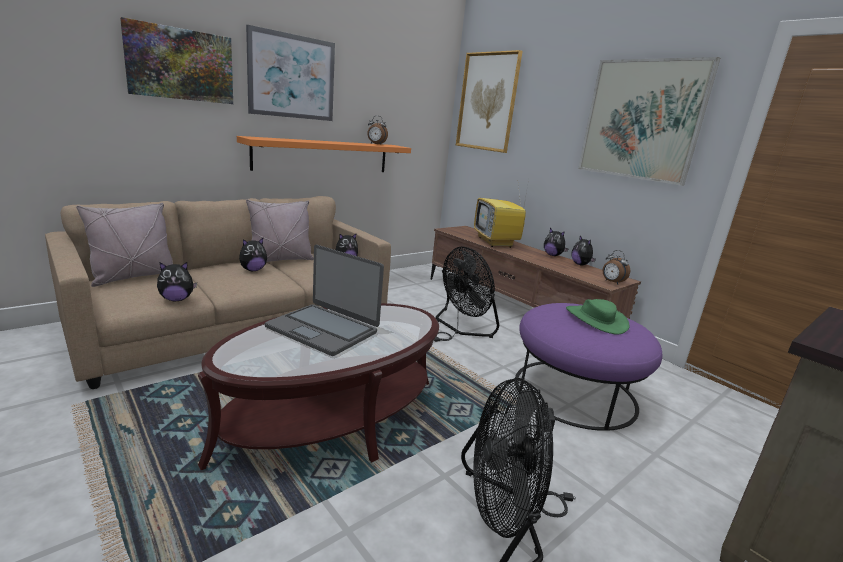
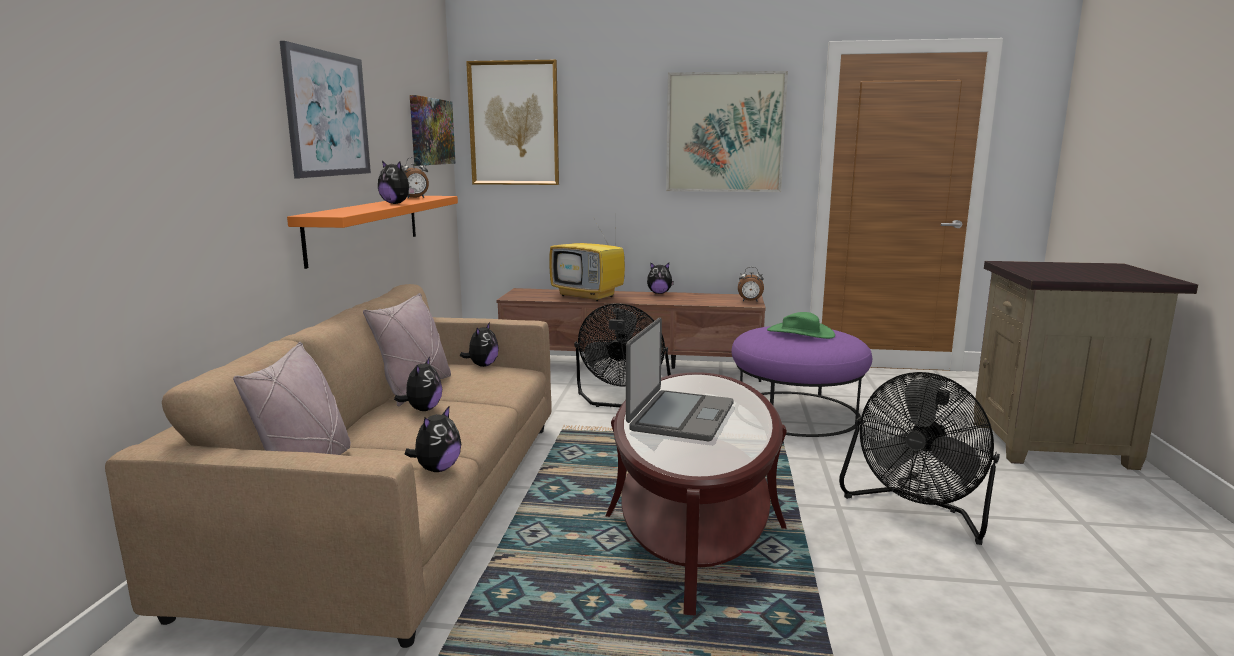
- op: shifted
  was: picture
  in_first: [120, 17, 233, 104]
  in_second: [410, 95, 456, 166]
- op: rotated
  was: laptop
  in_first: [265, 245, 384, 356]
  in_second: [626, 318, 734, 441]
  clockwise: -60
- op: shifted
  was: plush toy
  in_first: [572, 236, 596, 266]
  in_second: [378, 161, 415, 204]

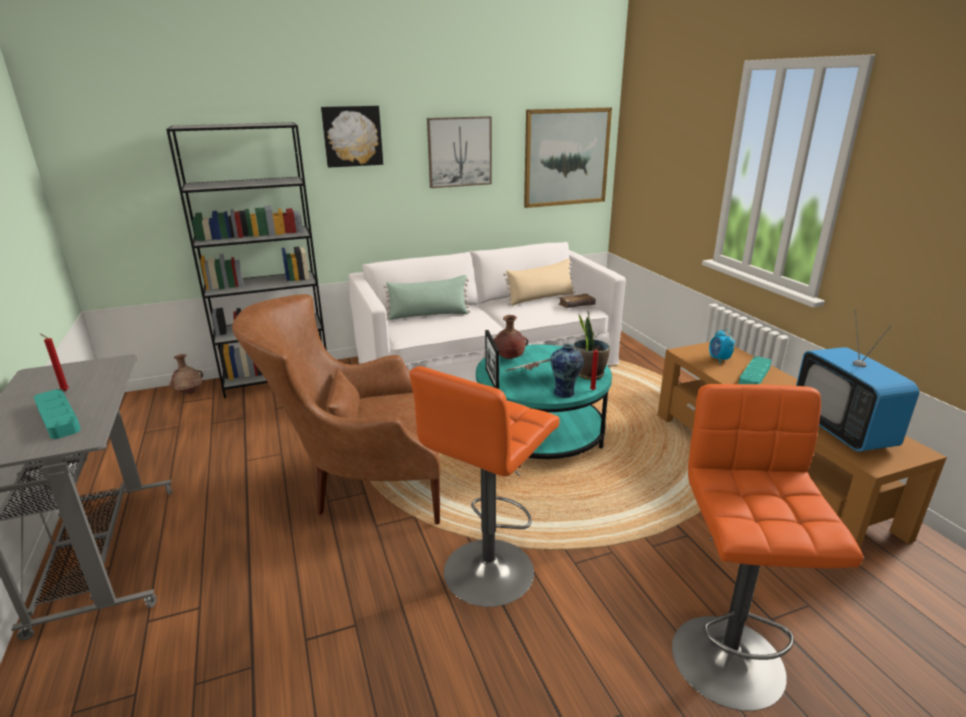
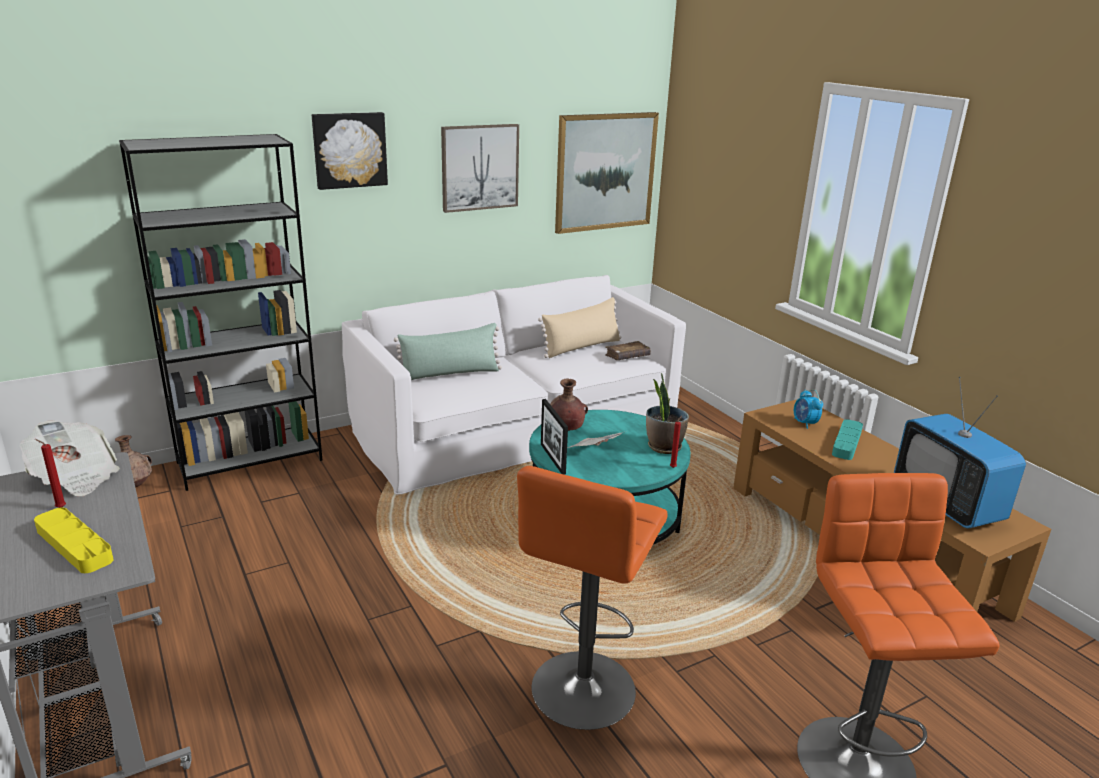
- op: repainted
  was: turquoise tray
  now: yellow tray
  in_first: [34, 389, 81, 439]
  in_second: [34, 507, 114, 573]
- op: gone
  was: brown armchair
  in_first: [232, 294, 440, 525]
- op: gone
  was: vase
  in_first: [550, 344, 584, 398]
- op: new
  now: newspaper
  in_second: [20, 420, 120, 496]

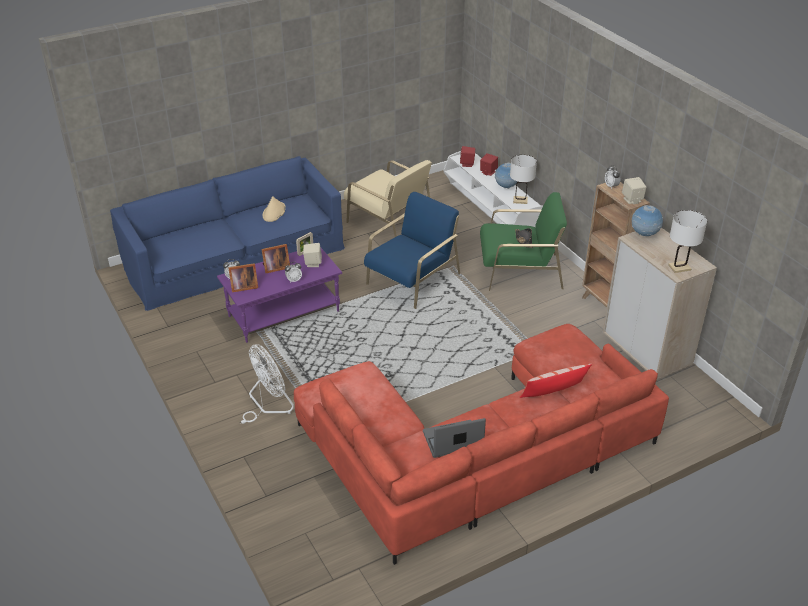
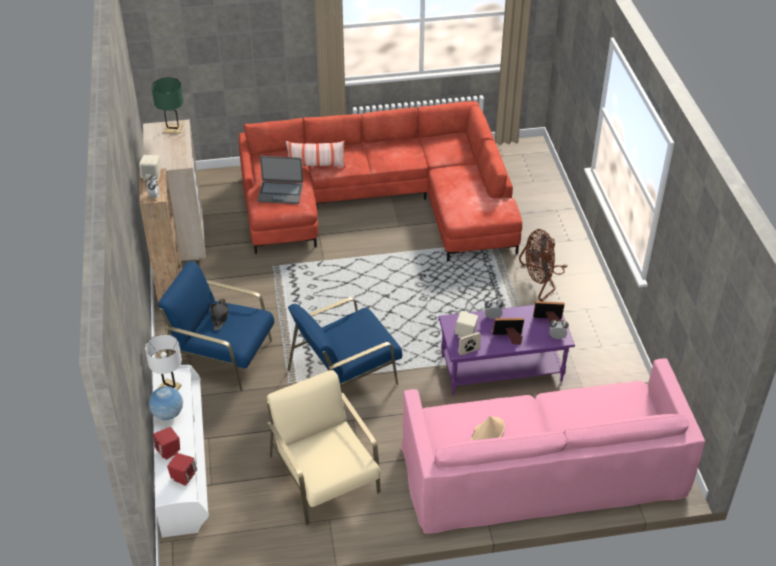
- op: repainted
  was: blue sofa
  now: pink sofa
  in_first: [110, 156, 345, 311]
  in_second: [401, 359, 705, 533]
- op: repainted
  was: white fan
  now: brown fan
  in_first: [241, 344, 294, 424]
  in_second: [519, 229, 568, 301]
- op: shifted
  was: laptop
  in_first: [423, 418, 486, 458]
  in_second: [257, 156, 303, 204]
- op: repainted
  was: green armchair
  now: blue armchair
  in_first: [480, 192, 567, 291]
  in_second: [158, 261, 274, 391]
- op: gone
  was: globe
  in_first: [632, 205, 663, 236]
- op: repainted
  was: white table lamp
  now: green table lamp
  in_first: [668, 210, 707, 273]
  in_second: [152, 78, 184, 134]

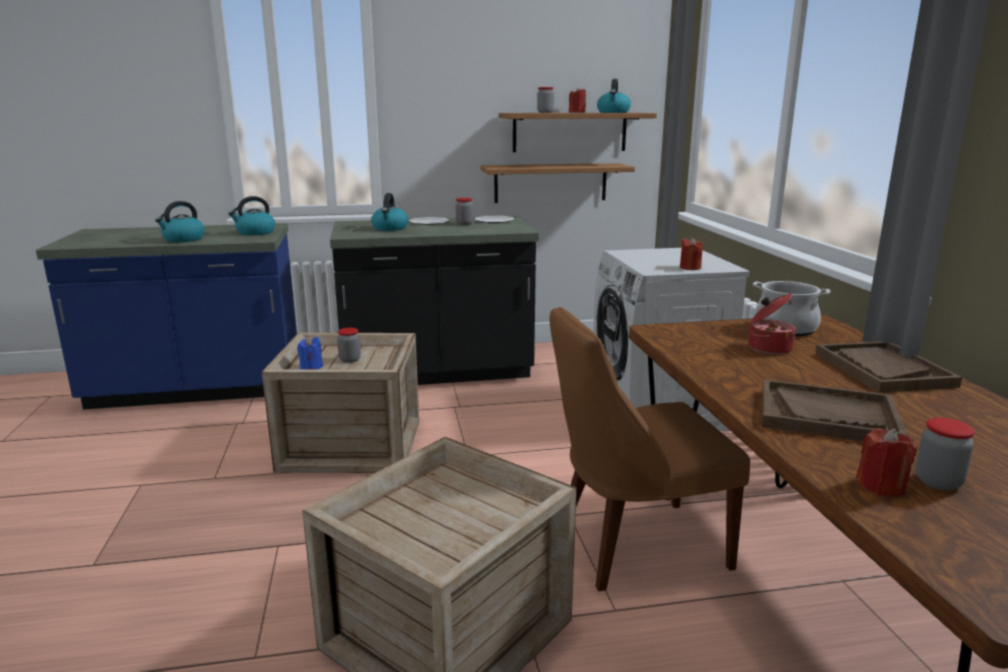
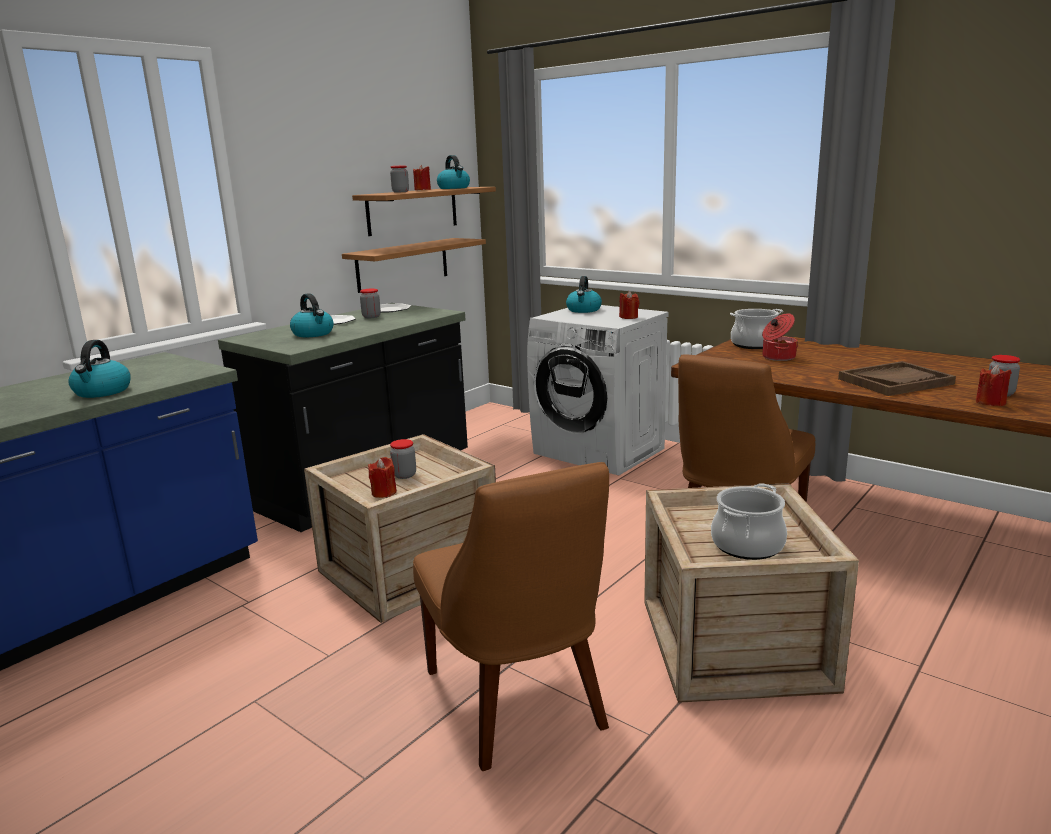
- op: shifted
  was: kettle
  in_first: [228, 196, 275, 235]
  in_second: [566, 276, 602, 313]
- op: repainted
  was: blue candle
  now: red candle
  in_first: [297, 336, 323, 369]
  in_second: [368, 457, 397, 498]
- op: gone
  was: brown tray
  in_first: [815, 341, 962, 393]
- op: new
  now: brown chair
  in_second: [413, 462, 609, 771]
- op: new
  now: cooking pot
  in_second: [711, 483, 787, 560]

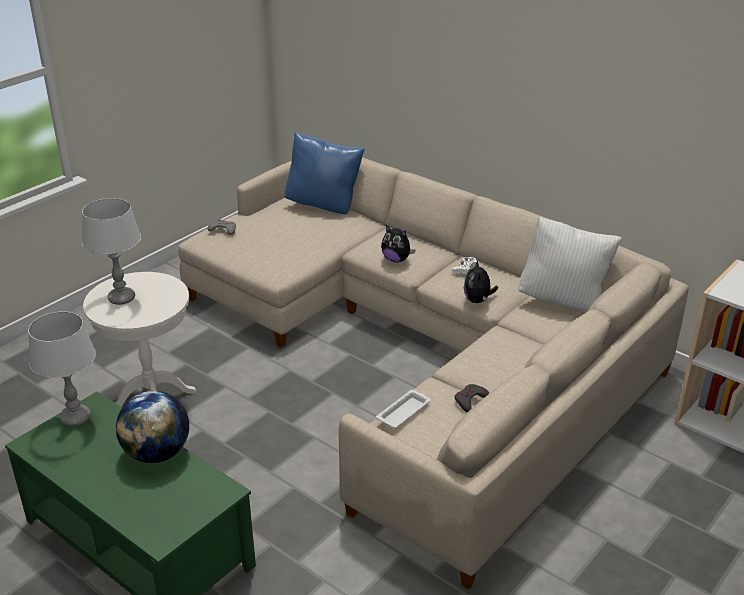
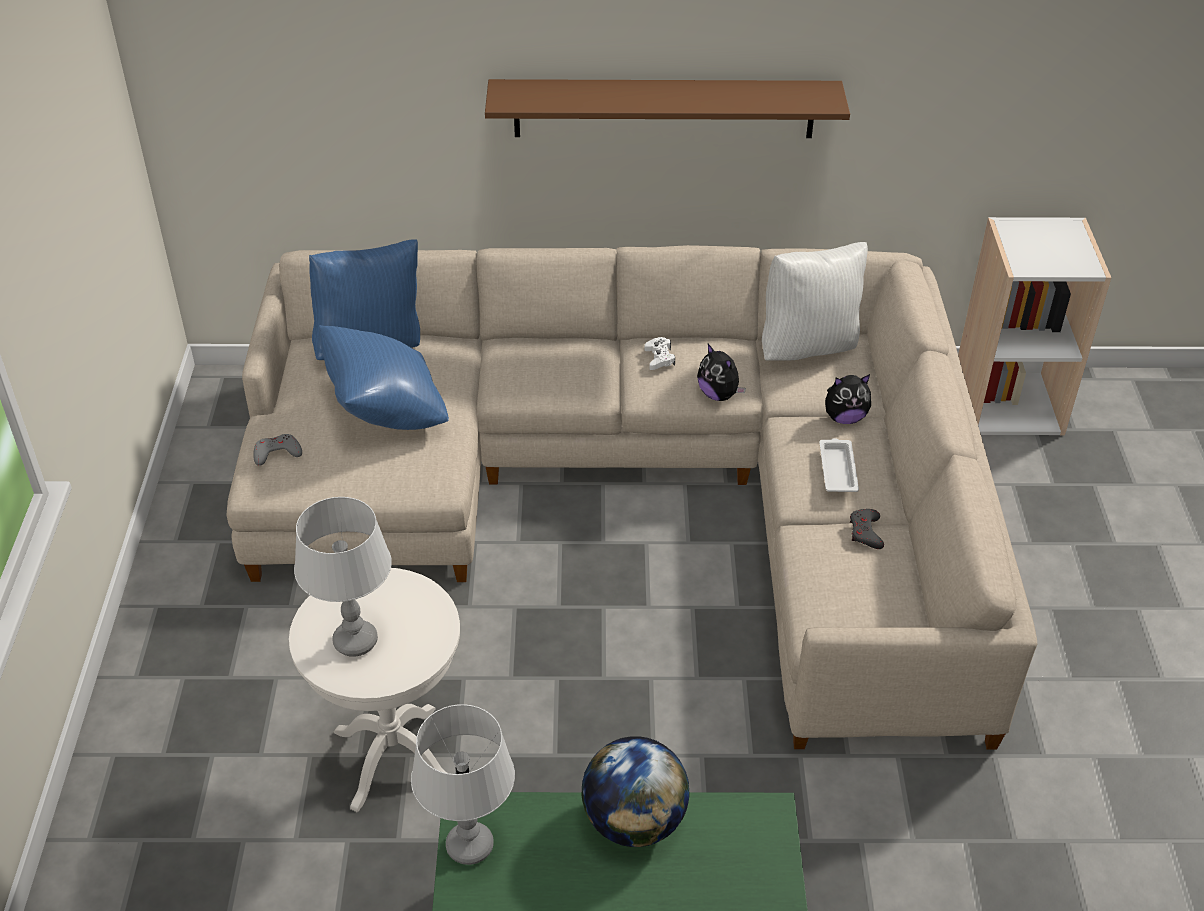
- op: shifted
  was: white tray
  in_first: [376, 390, 431, 428]
  in_second: [819, 438, 859, 492]
- op: shifted
  was: plush toy
  in_first: [381, 225, 416, 262]
  in_second: [825, 374, 871, 424]
- op: new
  now: blue pillow
  in_second: [319, 325, 449, 430]
- op: new
  now: brown shelf
  in_second: [485, 79, 850, 138]

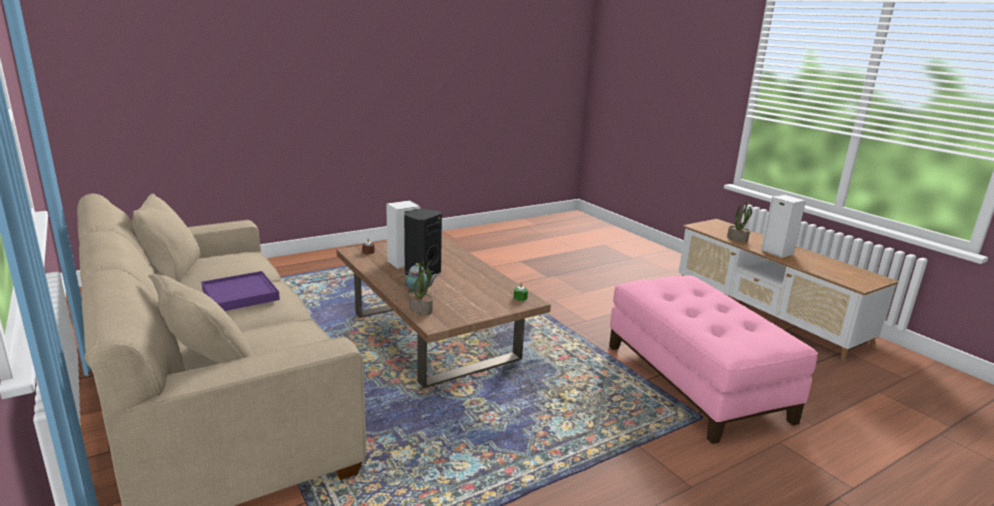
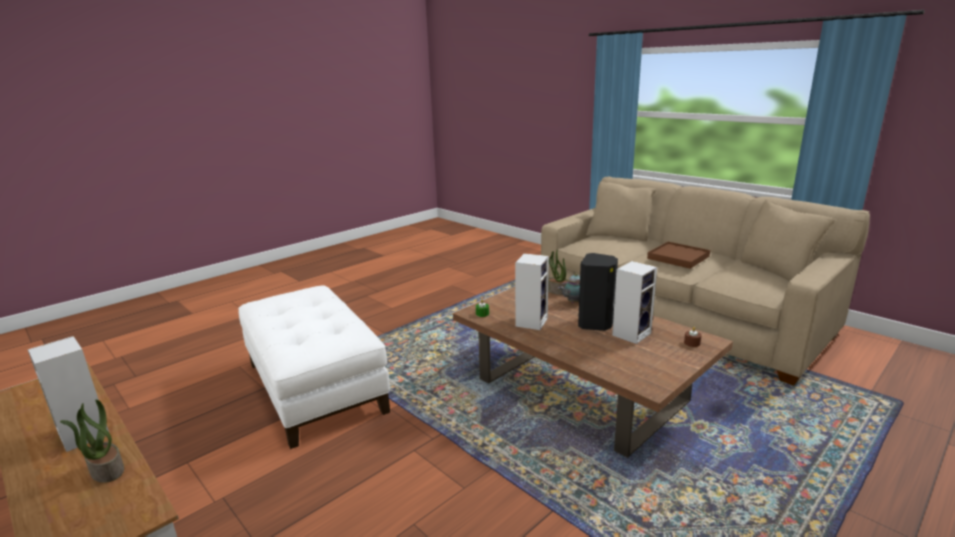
- op: repainted
  was: purple tray
  now: brown tray
  in_first: [201, 271, 280, 311]
  in_second: [647, 242, 710, 269]
- op: repainted
  was: pink ottoman
  now: white ottoman
  in_first: [609, 275, 818, 444]
  in_second: [238, 285, 390, 449]
- op: new
  now: speaker
  in_second: [515, 253, 549, 330]

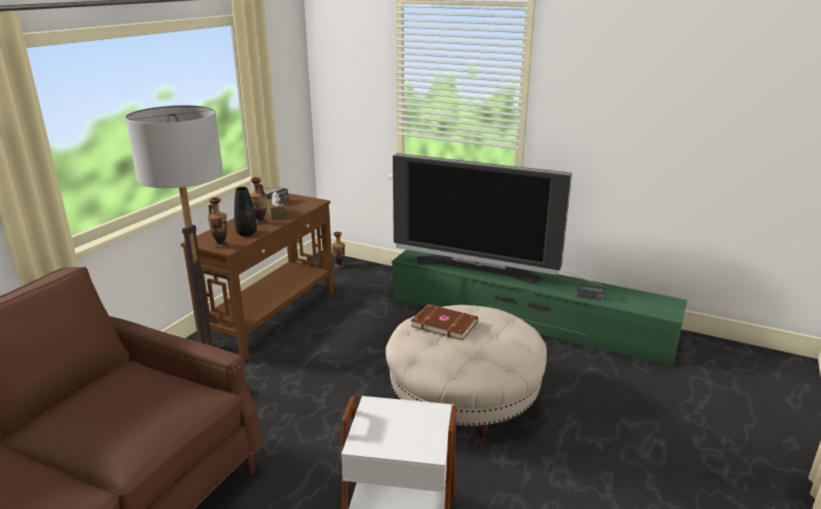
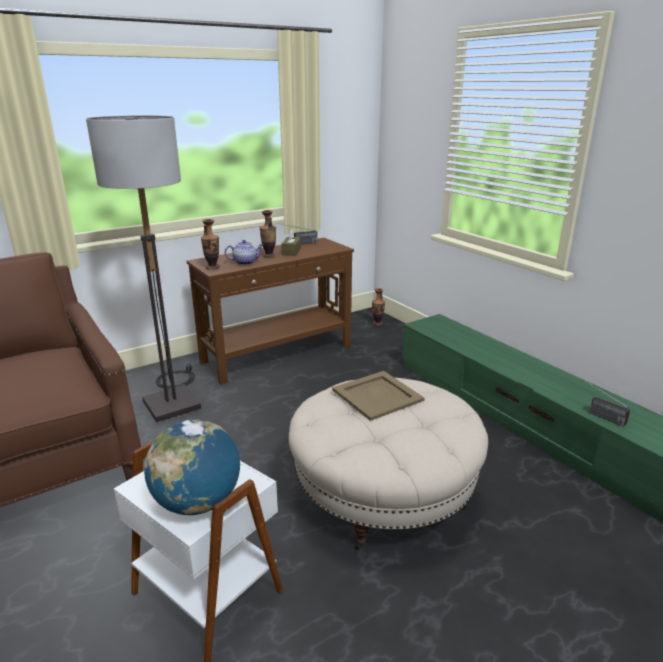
- op: swapped
  was: black vase
  now: teapot
  in_first: [234, 187, 257, 236]
  in_second: [225, 240, 263, 265]
- op: gone
  was: television
  in_first: [393, 153, 572, 284]
- op: swapped
  was: brown book
  now: beige tray
  in_first: [411, 304, 478, 340]
  in_second: [332, 371, 424, 421]
- op: new
  now: globe
  in_second: [144, 420, 240, 515]

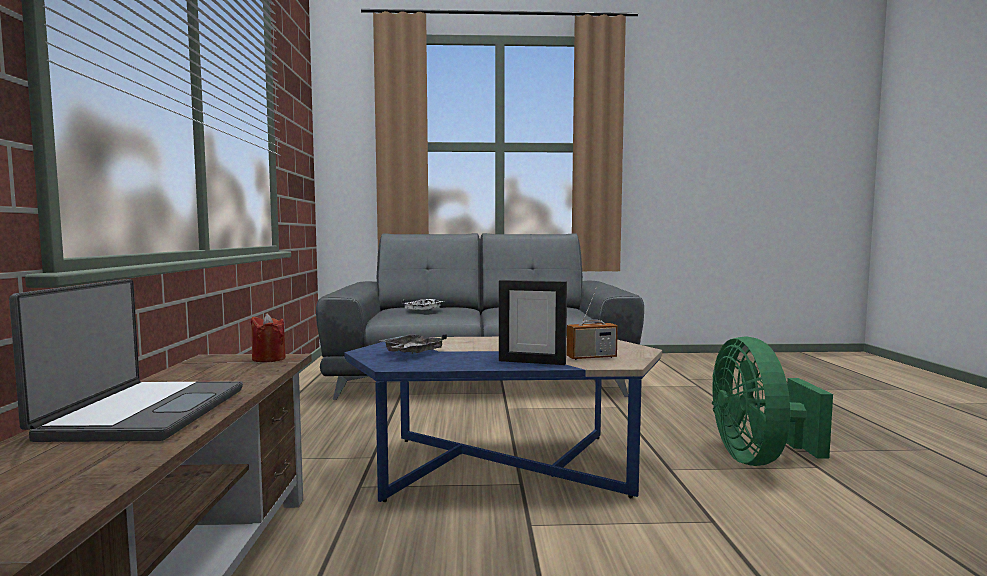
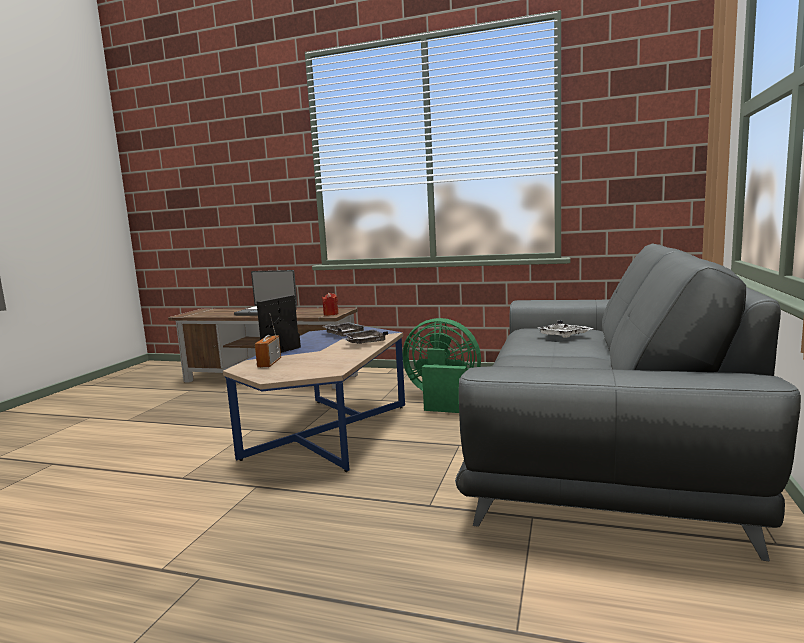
- op: shifted
  was: green fan
  in_first: [712, 336, 833, 466]
  in_second: [403, 318, 481, 413]
- op: new
  now: grey tray
  in_second: [344, 330, 388, 344]

